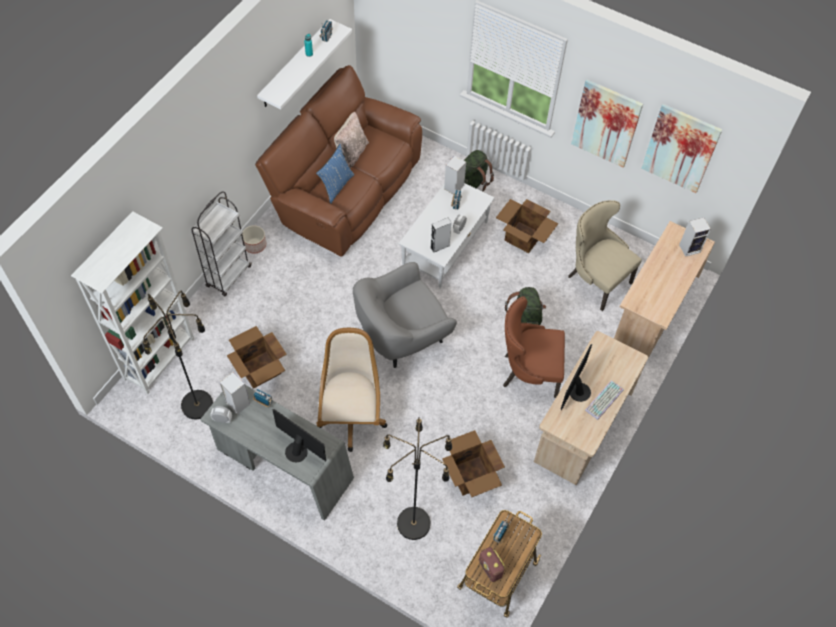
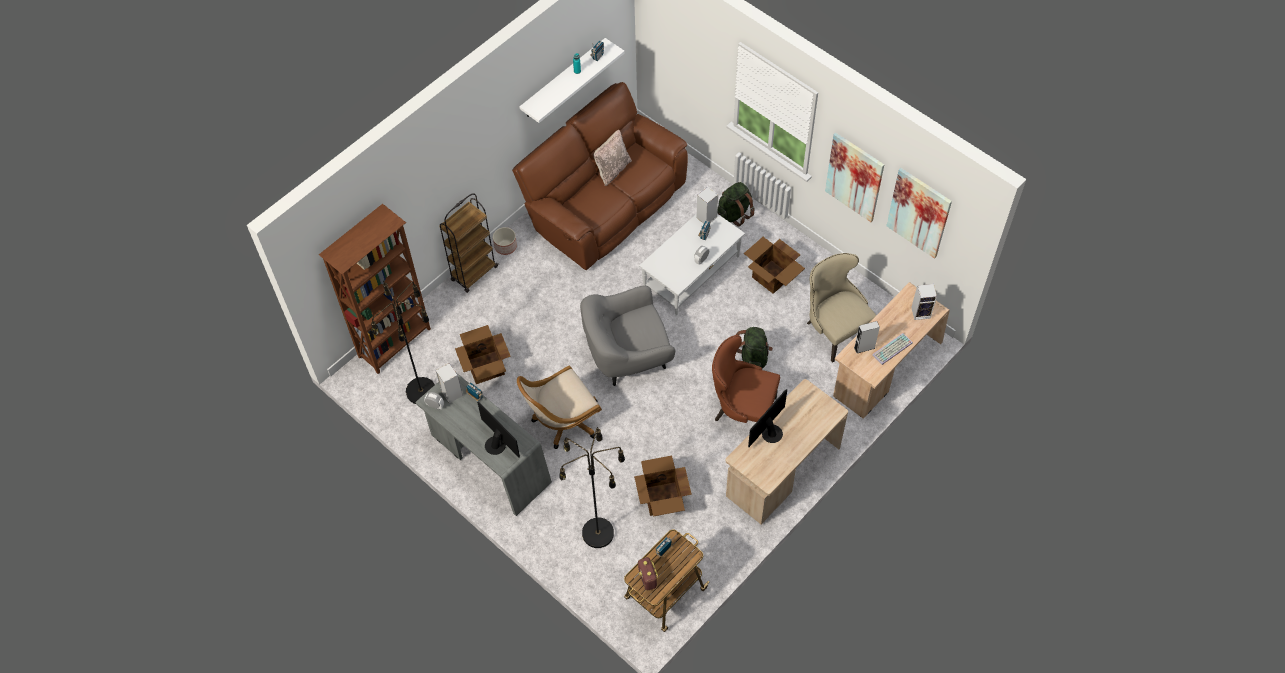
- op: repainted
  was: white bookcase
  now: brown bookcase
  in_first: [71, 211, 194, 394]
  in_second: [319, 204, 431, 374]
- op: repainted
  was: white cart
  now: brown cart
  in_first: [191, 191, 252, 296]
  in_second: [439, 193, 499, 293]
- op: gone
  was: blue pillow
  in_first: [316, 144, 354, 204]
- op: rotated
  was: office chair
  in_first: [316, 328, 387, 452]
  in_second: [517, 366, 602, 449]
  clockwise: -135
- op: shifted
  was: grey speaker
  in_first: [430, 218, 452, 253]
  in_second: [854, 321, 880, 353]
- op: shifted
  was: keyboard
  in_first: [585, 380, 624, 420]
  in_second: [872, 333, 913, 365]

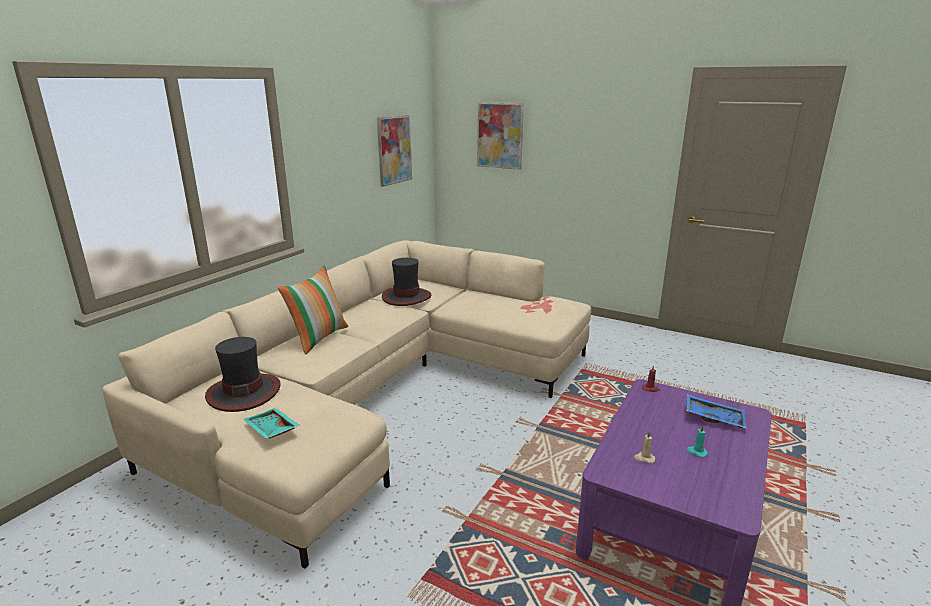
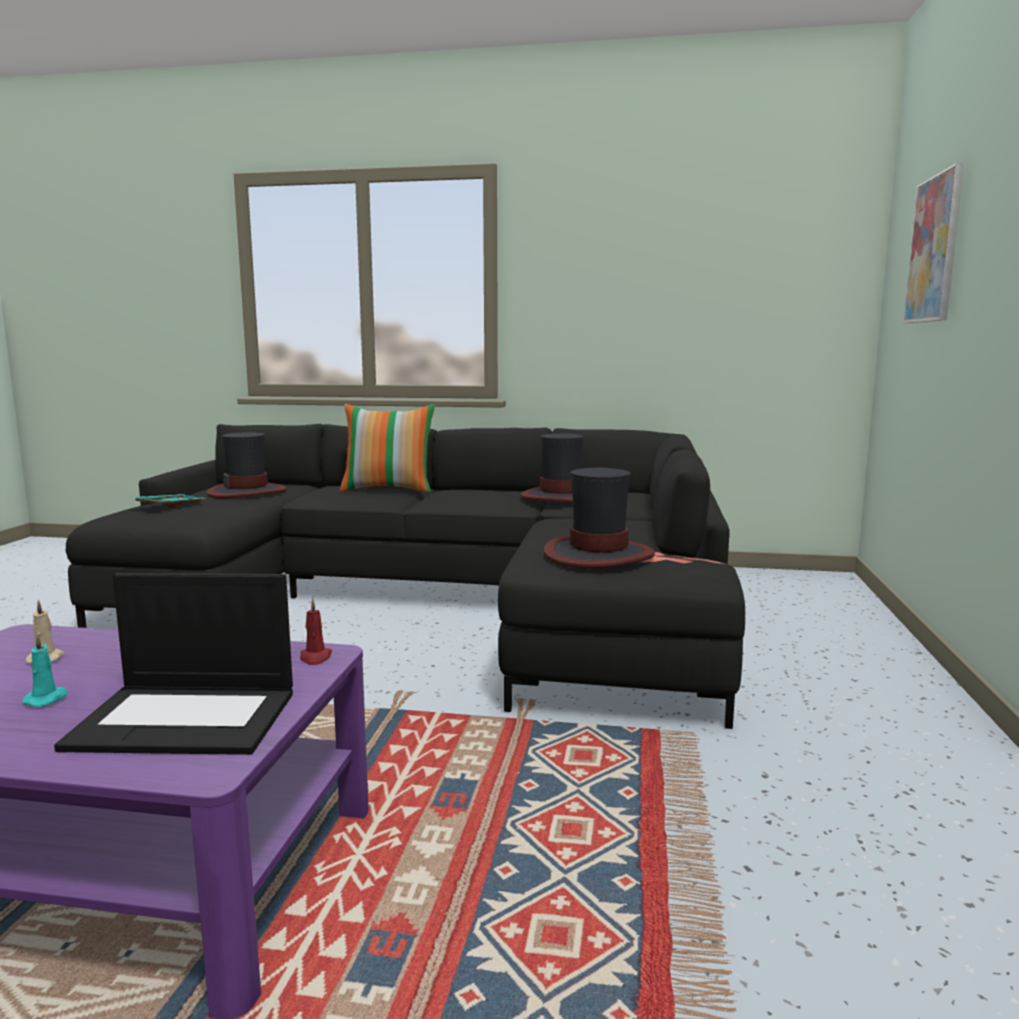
- op: repainted
  was: beige sofa
  now: black sofa
  in_first: [102, 240, 591, 569]
  in_second: [66, 424, 745, 729]
- op: gone
  was: picture
  in_first: [377, 115, 412, 187]
- op: swapped
  was: blue tray
  now: laptop
  in_first: [686, 394, 747, 429]
  in_second: [54, 573, 293, 755]
- op: new
  now: hat
  in_second: [543, 467, 655, 568]

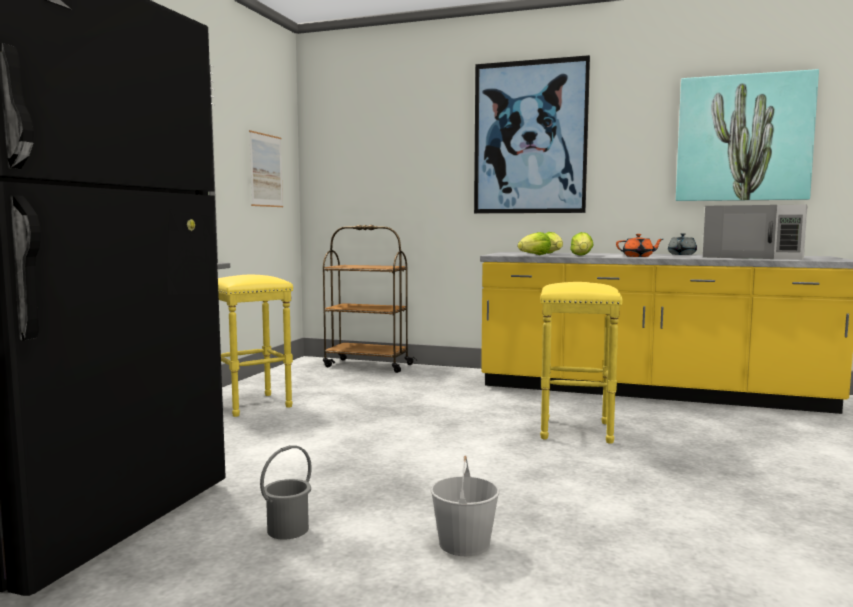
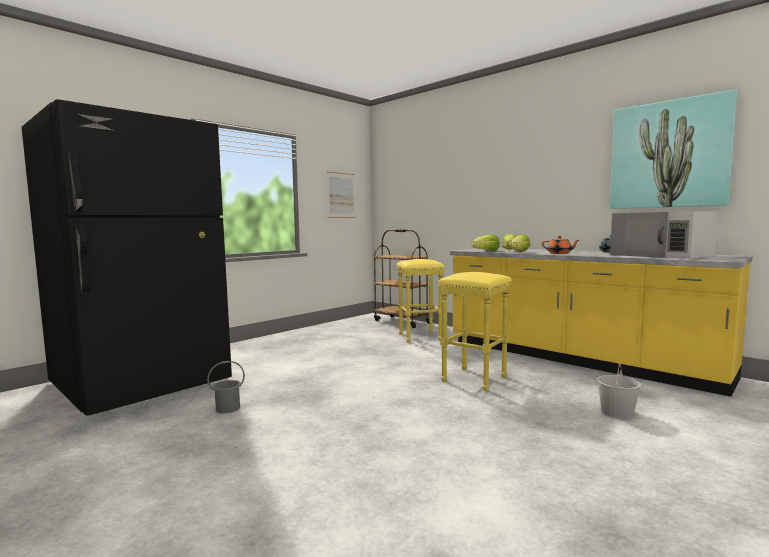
- op: shifted
  was: yellow stool
  in_first: [218, 275, 293, 417]
  in_second: [397, 259, 445, 343]
- op: shifted
  was: white bucket
  in_first: [431, 455, 499, 556]
  in_second: [597, 362, 641, 419]
- op: gone
  was: picture
  in_first: [474, 55, 590, 213]

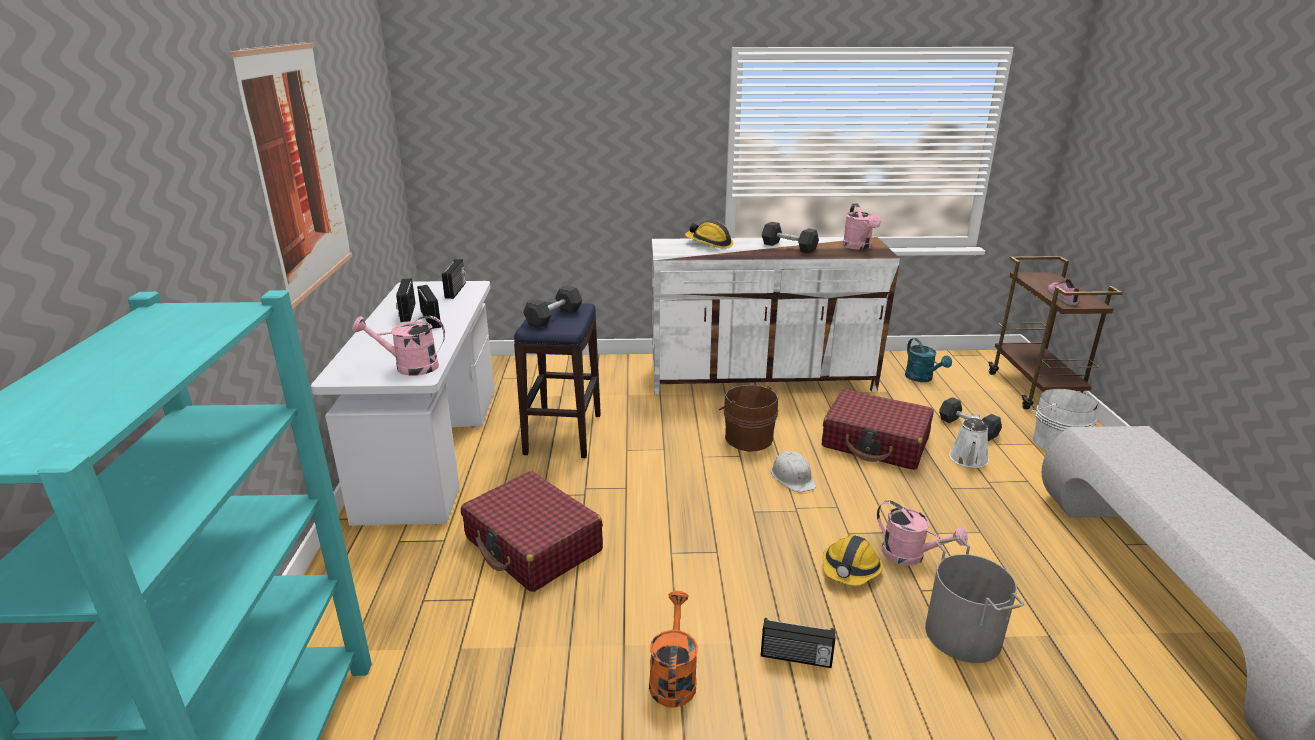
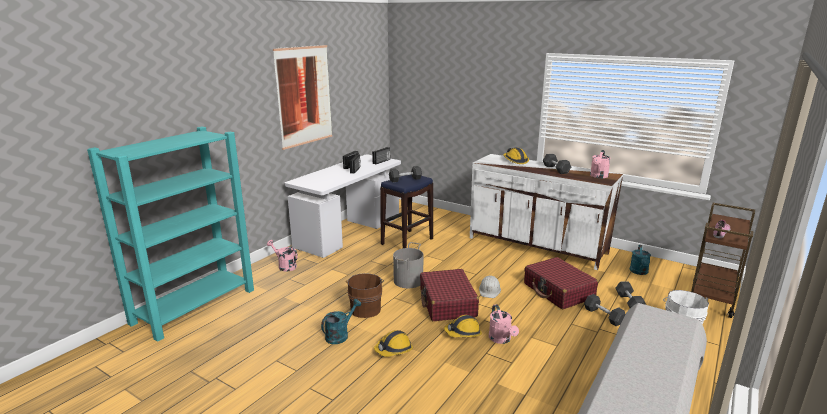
- op: shifted
  was: pink watering can
  in_first: [352, 316, 445, 376]
  in_second: [267, 240, 298, 272]
- op: shifted
  was: red suitcase
  in_first: [461, 471, 603, 592]
  in_second: [420, 269, 479, 321]
- op: repainted
  was: orange watering can
  now: turquoise watering can
  in_first: [649, 591, 698, 708]
  in_second: [321, 299, 361, 344]
- op: shifted
  was: brown bucket
  in_first: [719, 385, 779, 452]
  in_second: [346, 273, 384, 318]
- op: swapped
  was: radio
  now: hard hat
  in_first: [761, 618, 835, 668]
  in_second: [374, 330, 413, 357]
- op: shifted
  was: grey bucket
  in_first: [925, 537, 1024, 663]
  in_second: [393, 242, 423, 288]
- op: swapped
  was: white watering can
  now: grey dumbbell
  in_first: [949, 414, 989, 468]
  in_second: [584, 294, 625, 326]

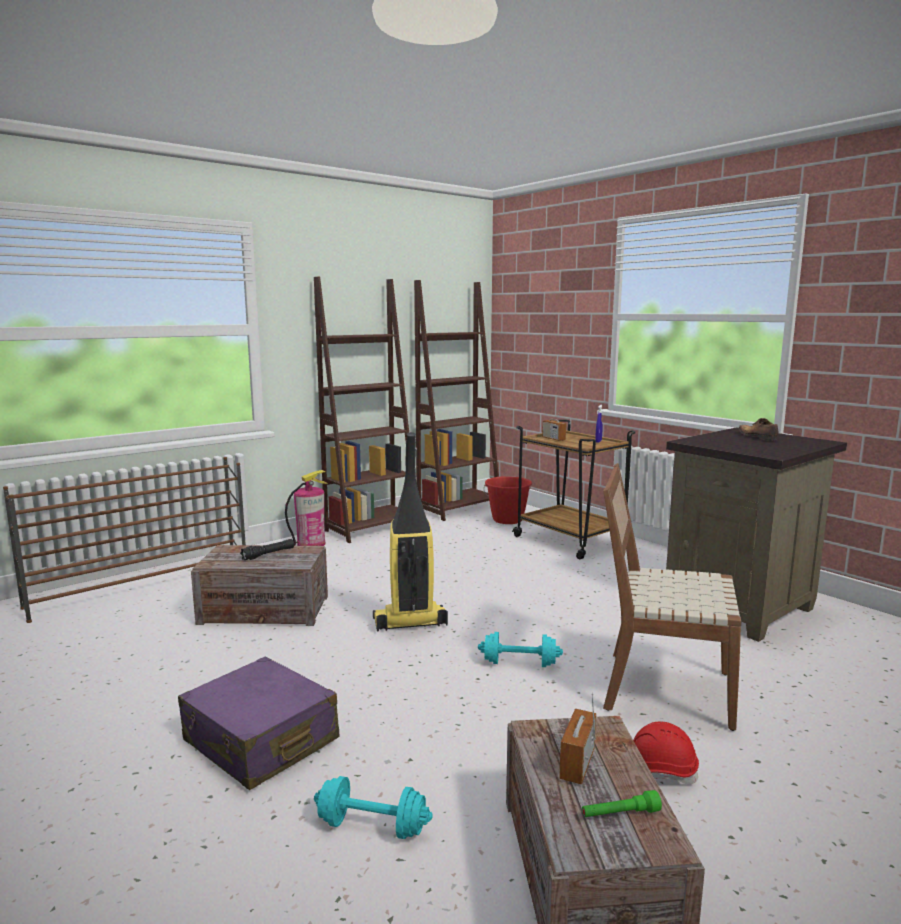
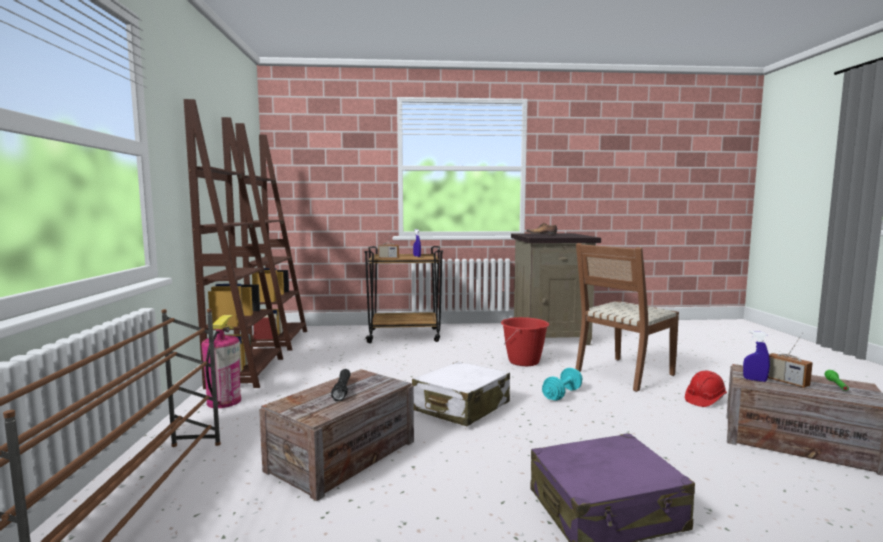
- op: gone
  was: turquoise dumbbell
  in_first: [314, 776, 432, 839]
- op: swapped
  was: vacuum cleaner
  now: white suitcase
  in_first: [373, 432, 448, 631]
  in_second: [412, 362, 510, 426]
- op: shifted
  was: red bucket
  in_first: [484, 476, 532, 524]
  in_second: [501, 317, 549, 366]
- op: new
  now: blue spray bottle
  in_second: [743, 331, 770, 382]

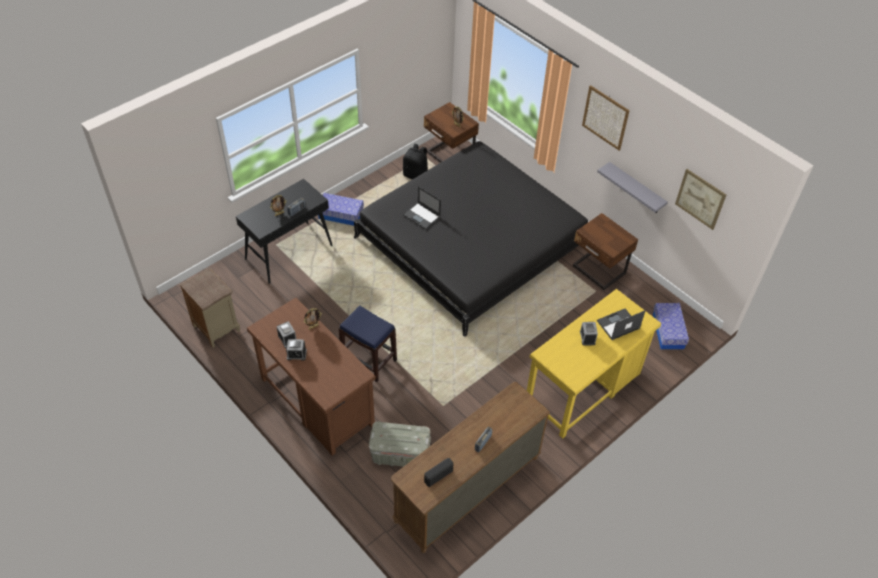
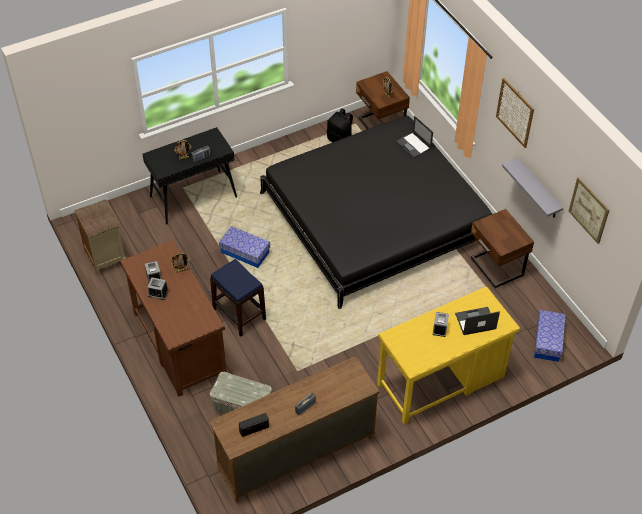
- op: shifted
  was: storage box
  in_first: [318, 193, 364, 226]
  in_second: [219, 226, 270, 268]
- op: shifted
  was: laptop
  in_first: [403, 186, 441, 230]
  in_second: [396, 116, 433, 158]

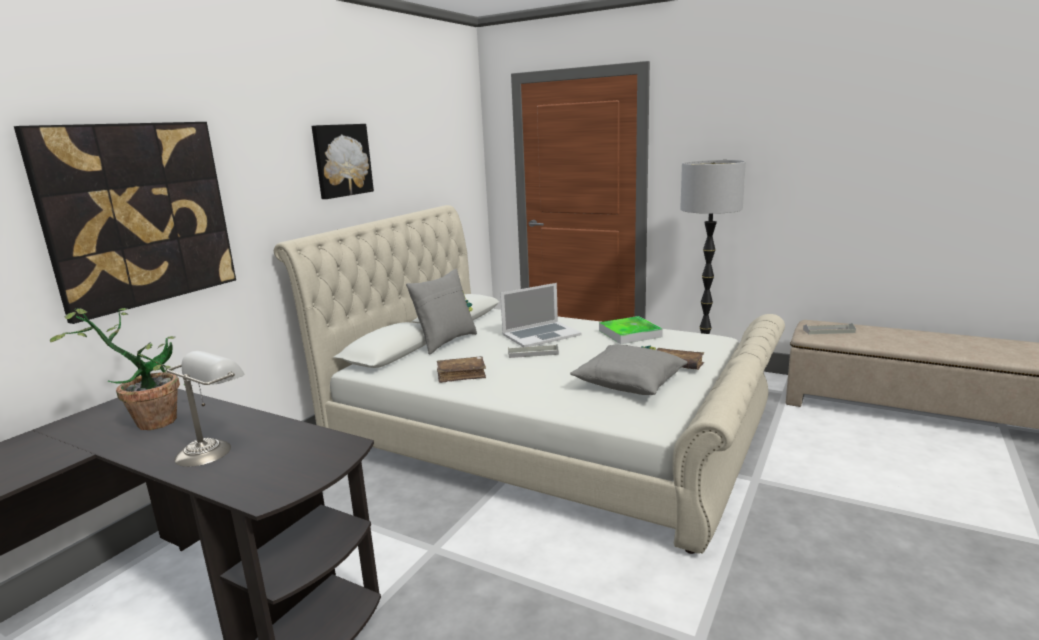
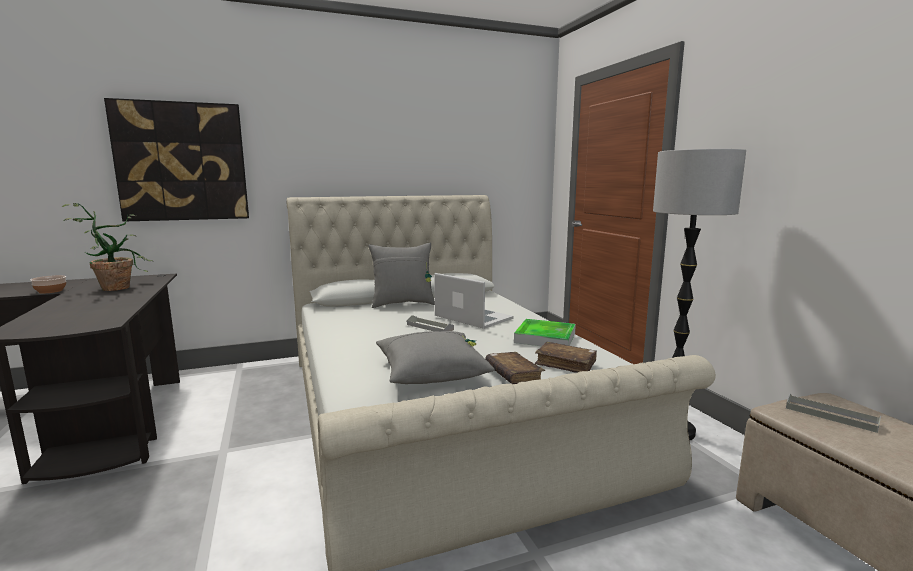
- op: gone
  was: white table lamp
  in_first: [166, 351, 244, 467]
- op: gone
  was: picture
  in_first: [312, 124, 374, 199]
- op: shifted
  was: brown book
  in_first: [437, 356, 486, 383]
  in_second: [535, 342, 597, 373]
- op: rotated
  was: laptop
  in_first: [500, 283, 582, 347]
  in_second: [434, 273, 514, 329]
  clockwise: -150
- op: new
  now: bowl
  in_second: [30, 275, 66, 293]

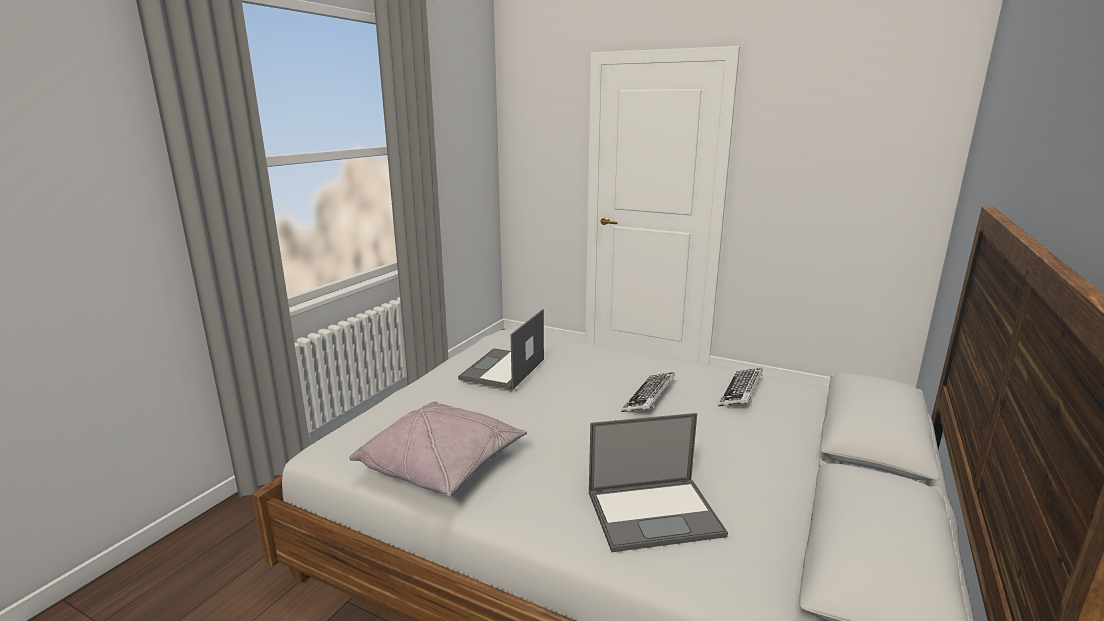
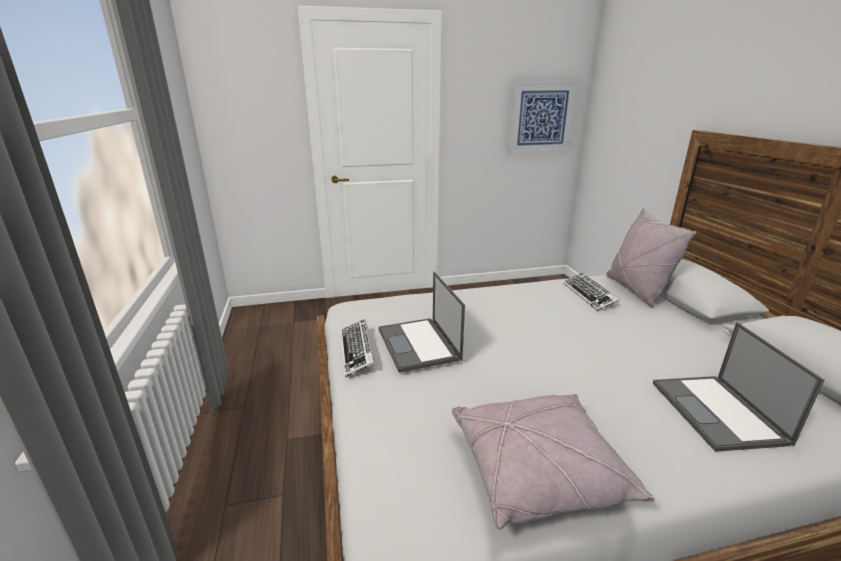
- op: rotated
  was: laptop
  in_first: [589, 413, 728, 552]
  in_second: [653, 322, 824, 452]
  clockwise: 135
- op: shifted
  was: keyboard
  in_first: [621, 372, 675, 412]
  in_second: [341, 319, 375, 377]
- op: new
  now: picture
  in_second: [507, 80, 580, 155]
- op: new
  now: purple pillow
  in_second: [606, 208, 697, 307]

